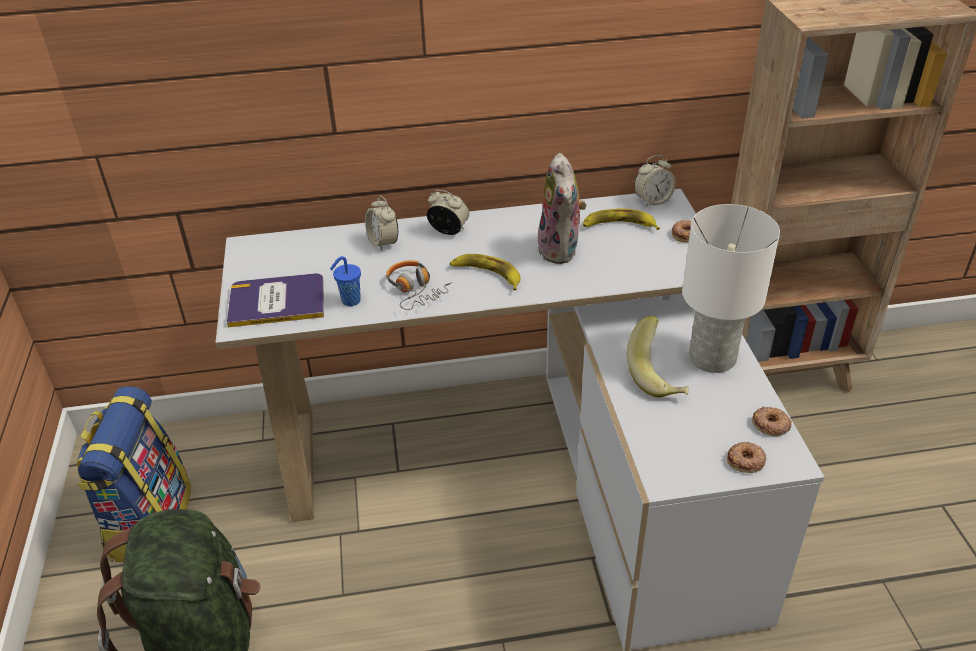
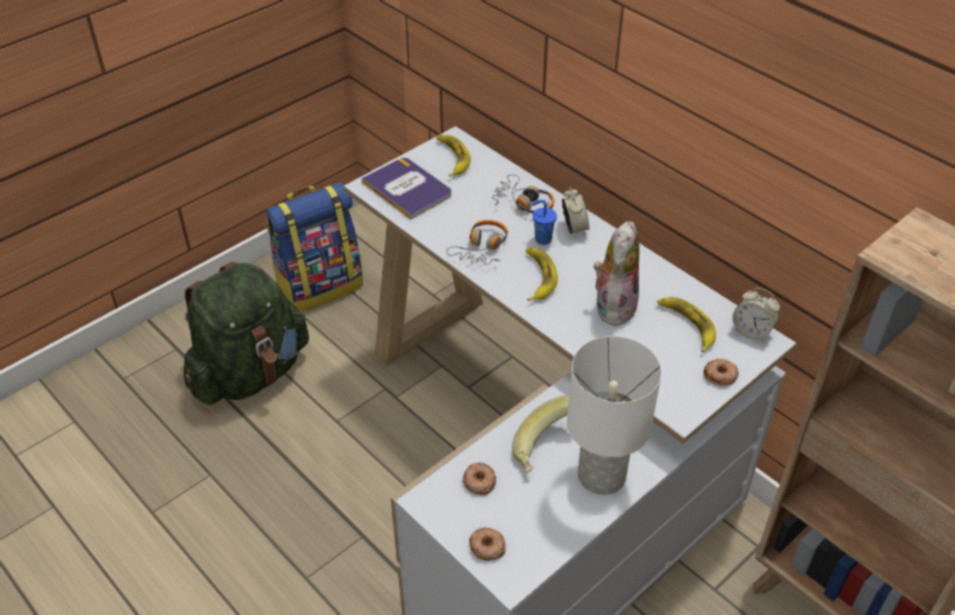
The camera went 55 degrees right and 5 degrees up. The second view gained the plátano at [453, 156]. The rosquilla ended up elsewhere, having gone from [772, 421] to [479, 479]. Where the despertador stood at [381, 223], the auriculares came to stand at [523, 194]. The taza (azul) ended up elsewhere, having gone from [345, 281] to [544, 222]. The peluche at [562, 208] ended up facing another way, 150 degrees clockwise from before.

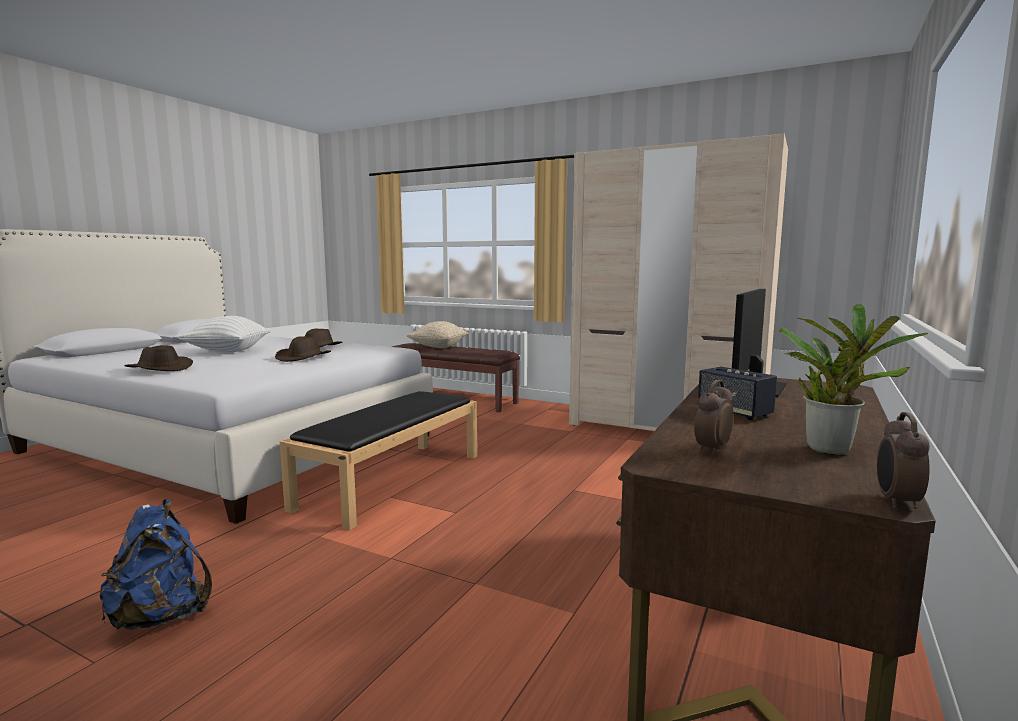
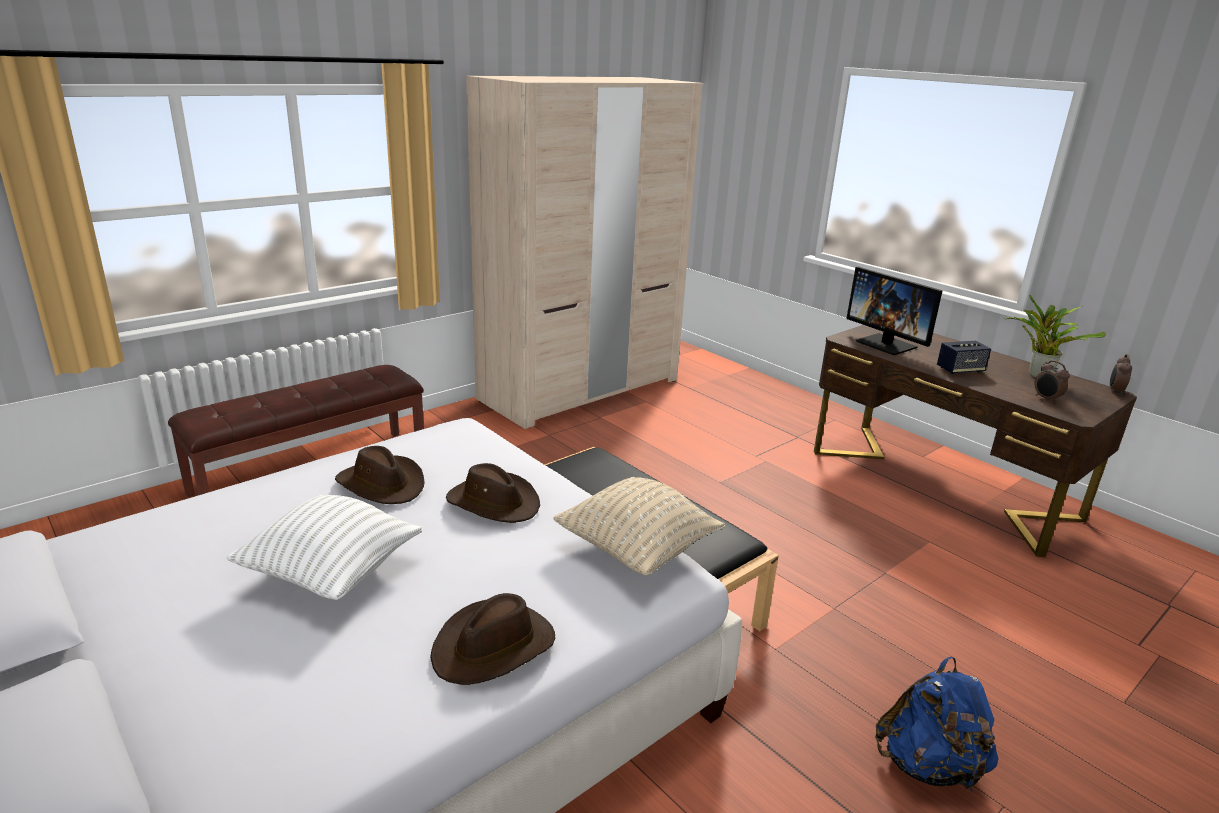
The camera went 70 degrees left and 15 degrees up. The cojín (beis) ended up elsewhere, having gone from [438, 334] to [639, 526]. The despertador at [903, 460] ended up facing another way, 75 degrees clockwise from before.

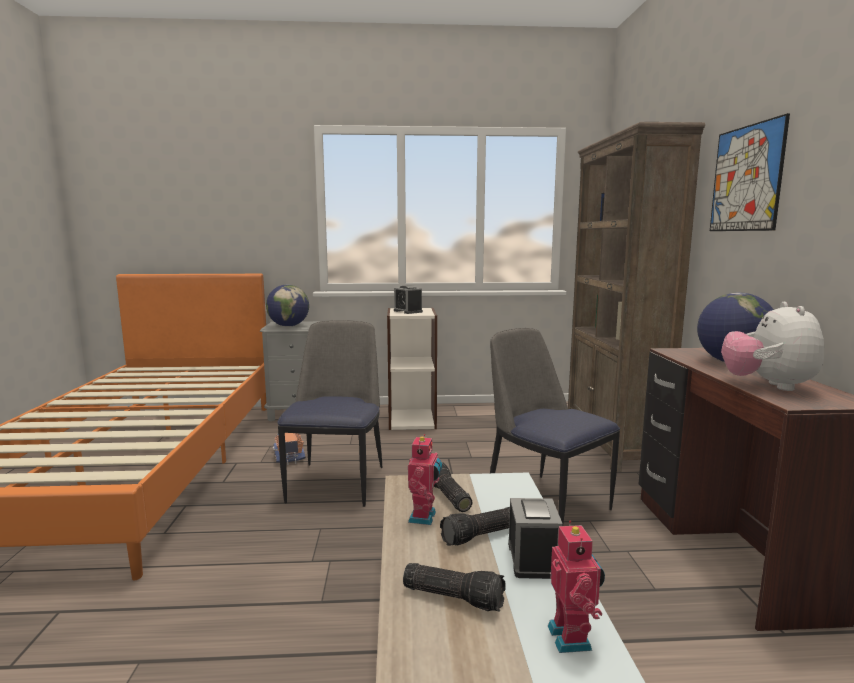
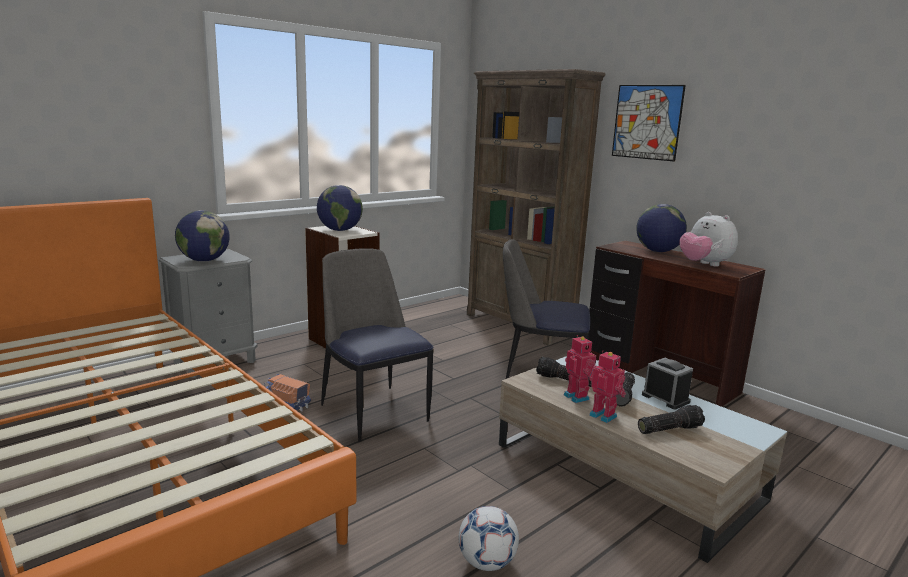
The camera went 40 degrees left and 5 degrees up. Where the despertador stood at [408, 299], the globo terráqueo came to stand at [340, 208]. The second view gained the balón de fútbol at [488, 538]. The robot de juguete ended up elsewhere, having gone from [576, 587] to [607, 386].

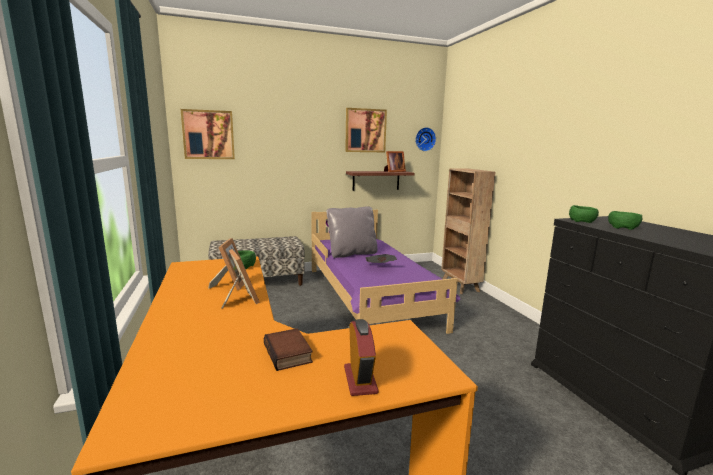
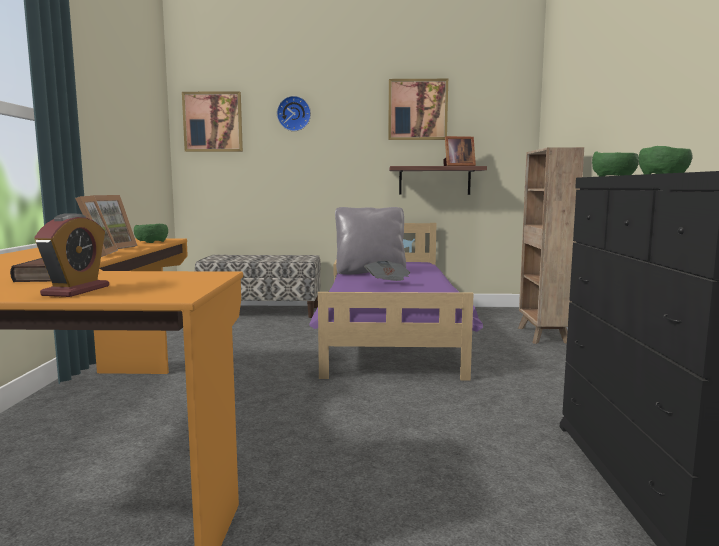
The camera went 20 degrees right and 5 degrees down. The reloj de pared ended up elsewhere, having gone from [425, 139] to [294, 113].

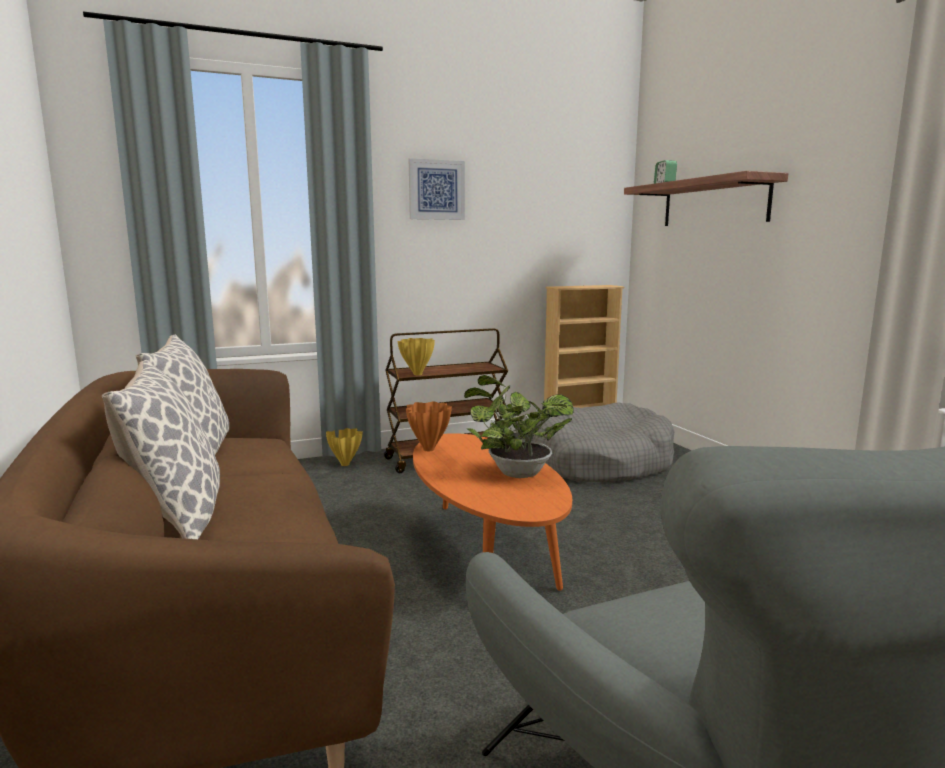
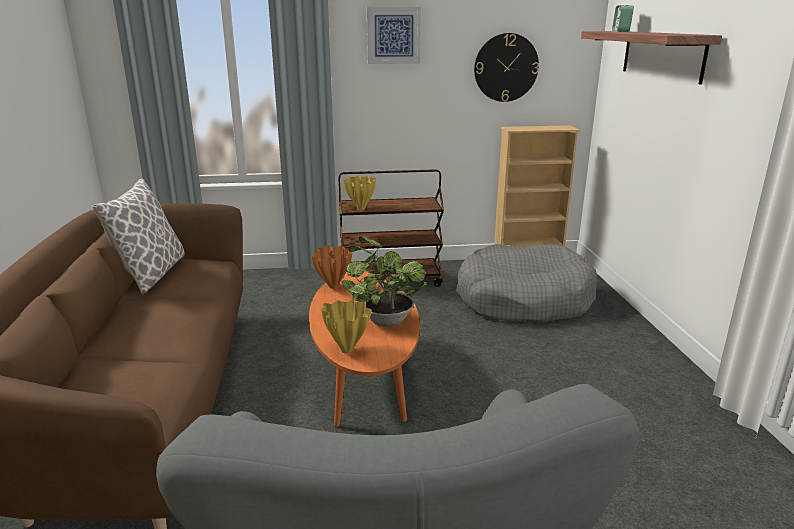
The camera went 15 degrees right and 10 degrees up. The florero (amarillo) ended up elsewhere, having gone from [344, 447] to [346, 326]. The second view gained the reloj de pared at [506, 67]. The second view lost the cojín at [161, 449].

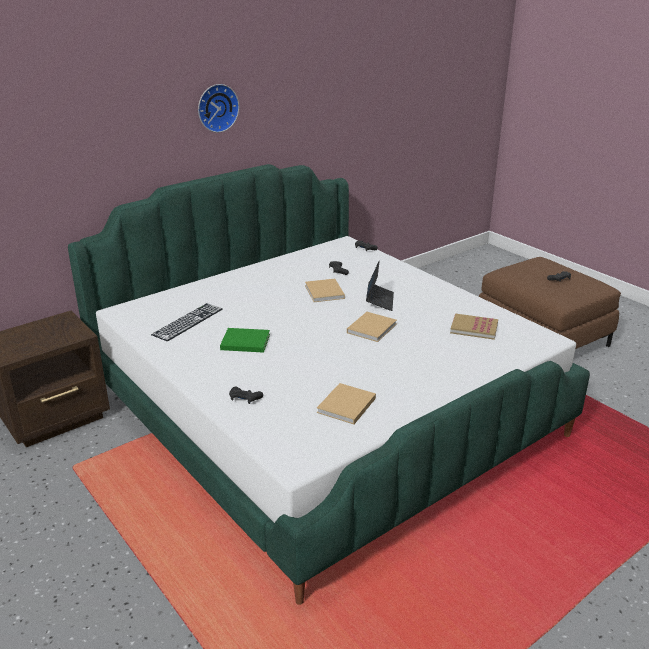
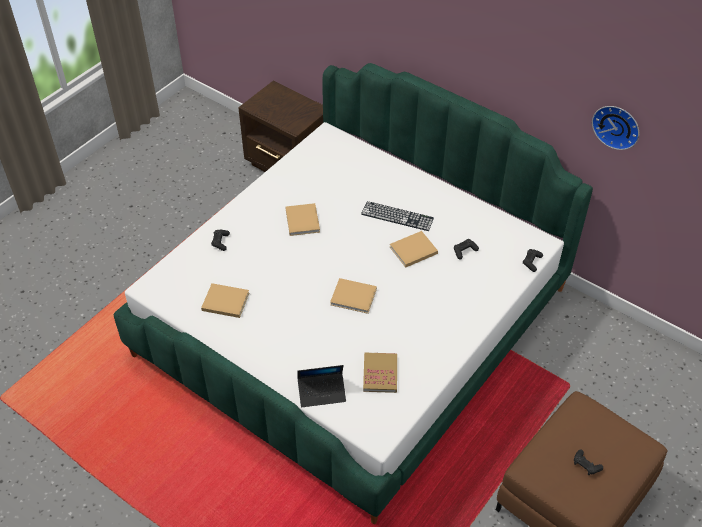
The camera went 75 degrees right and 20 degrees up. What was the libro (verde) at [245, 340] turned into the libro (beis) at [302, 219]. The portátil ended up elsewhere, having gone from [380, 285] to [321, 386]. The teclado ended up elsewhere, having gone from [186, 322] to [397, 216]. The reloj de pared ended up elsewhere, having gone from [218, 108] to [615, 128].

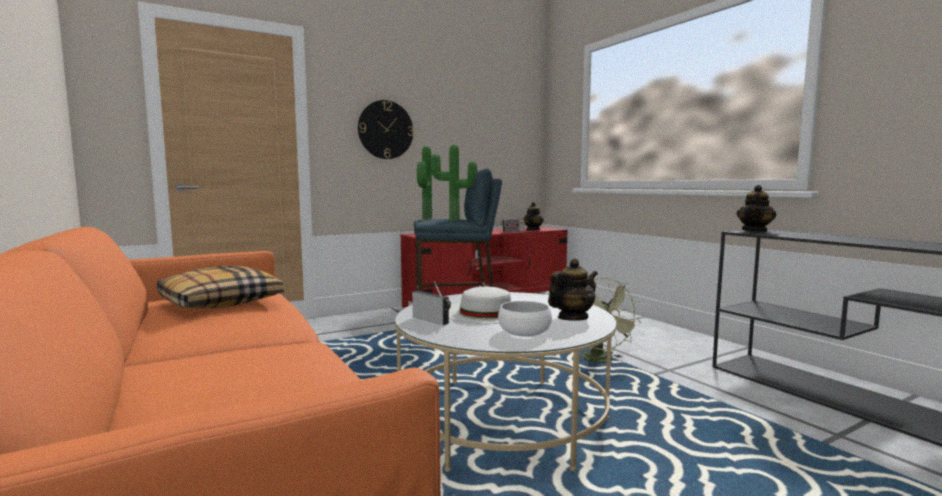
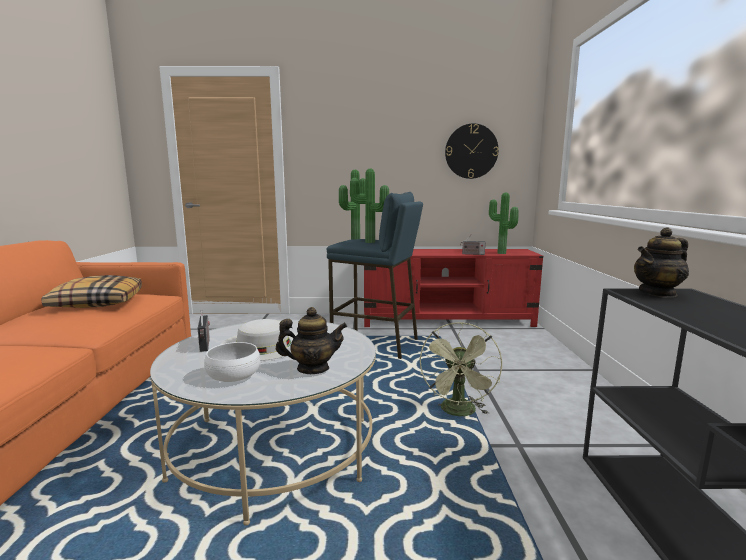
The camera went 30 degrees right and 5 degrees up. The reloj de pared ended up elsewhere, having gone from [386, 129] to [472, 151]. Where the tetera stood at [533, 216], the planta en maceta came to stand at [504, 223].

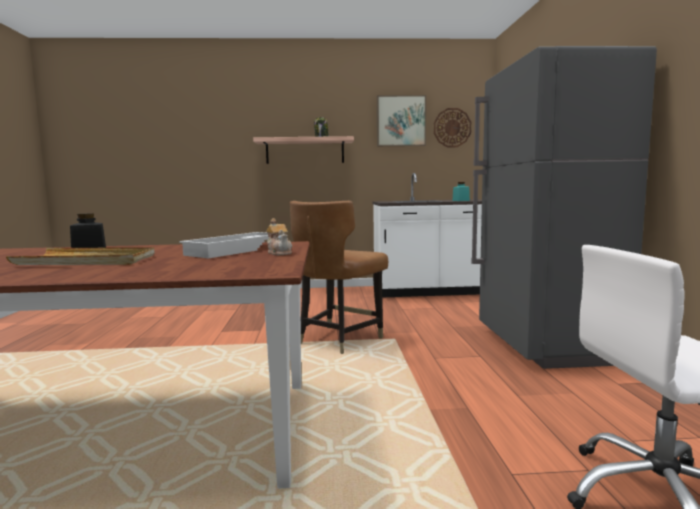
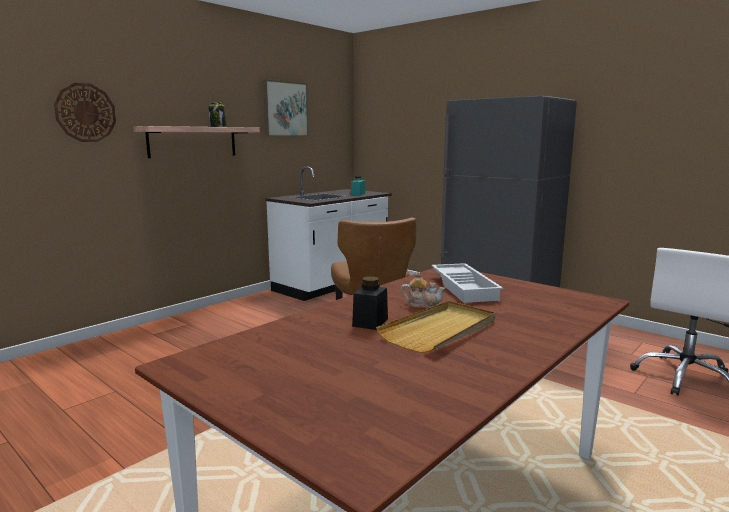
The camera went 45 degrees left and 5 degrees up. The reloj de pared ended up elsewhere, having gone from [453, 127] to [85, 112]. The tetera ended up elsewhere, having gone from [279, 236] to [423, 290].

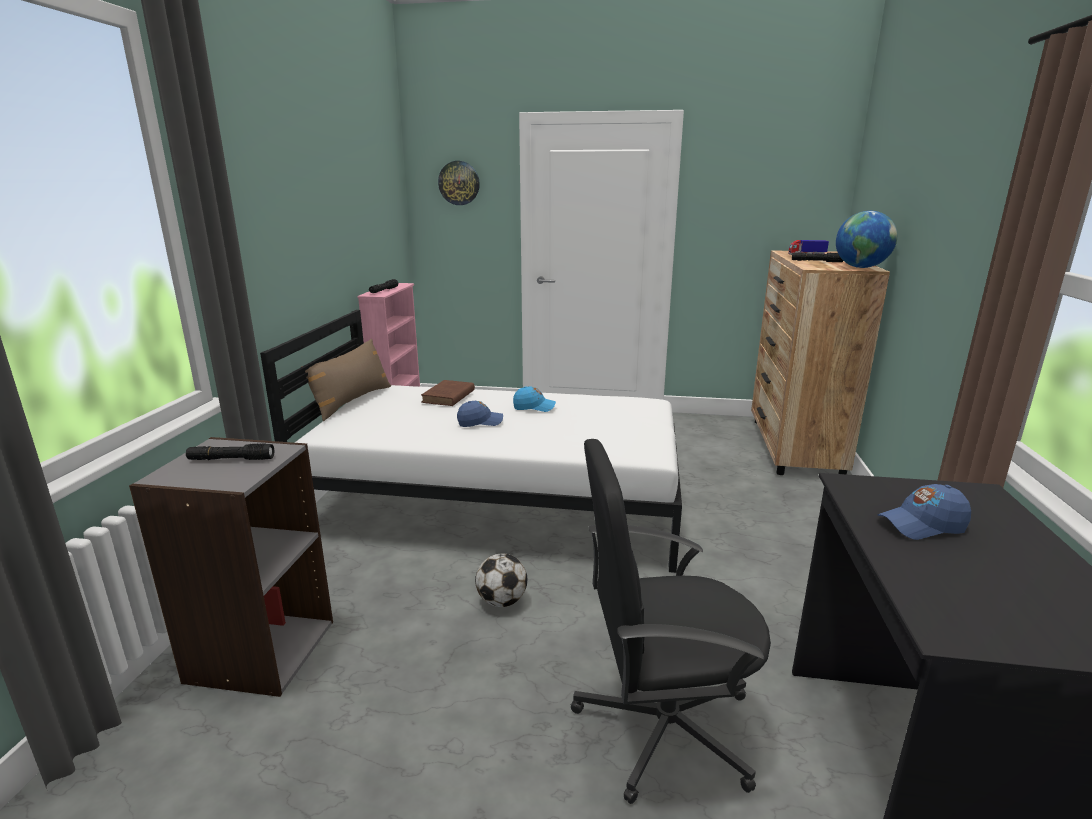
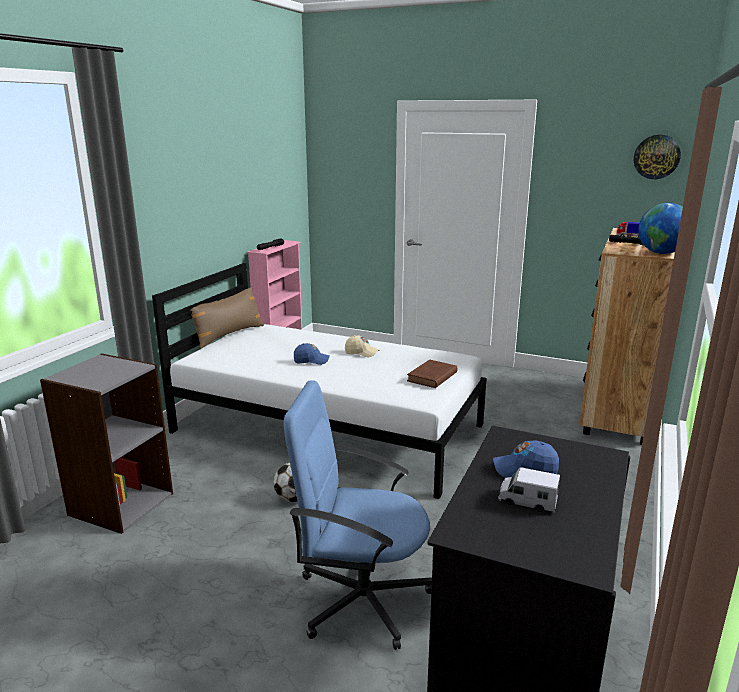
The camera went 15 degrees right and 0 degrees up. What was the silla de oficina (negro) at [671, 621] turned into the silla de oficina (azul) at [358, 515]. What was the gorra (azul) at [534, 399] turned into the gorra (beis) at [362, 346]. The libro (marrón) ended up elsewhere, having gone from [448, 393] to [432, 374]. The second view gained the camión de juguete at [529, 490]. The reloj de pared ended up elsewhere, having gone from [459, 183] to [657, 157]. The second view lost the linterna (negro) at [230, 451].

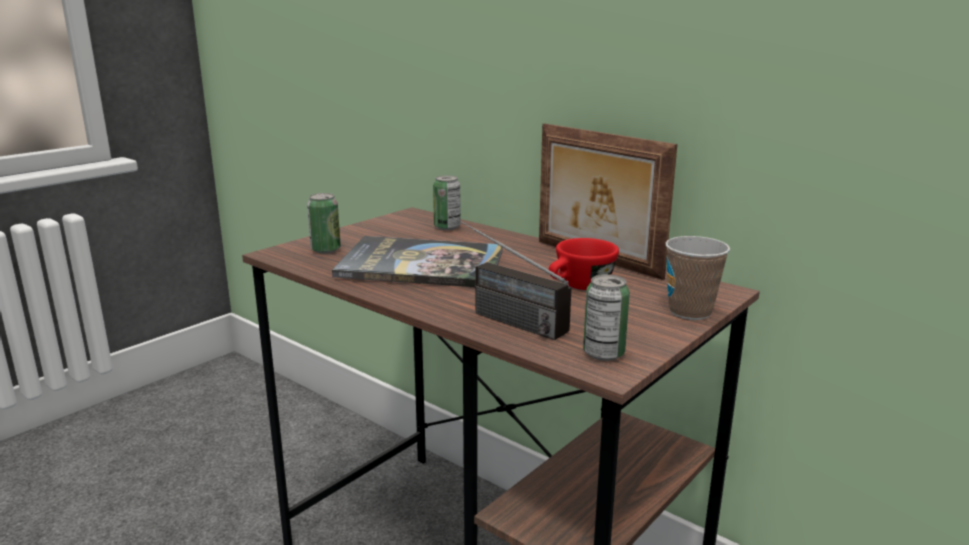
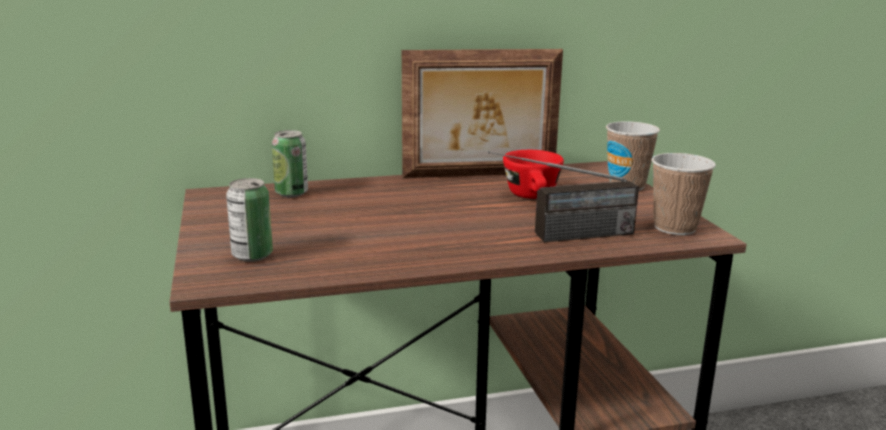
The camera went 55 degrees left and 0 degrees up. Where the lata stood at [606, 317], the taza came to stand at [683, 194]. The second view lost the libro at [417, 261].

